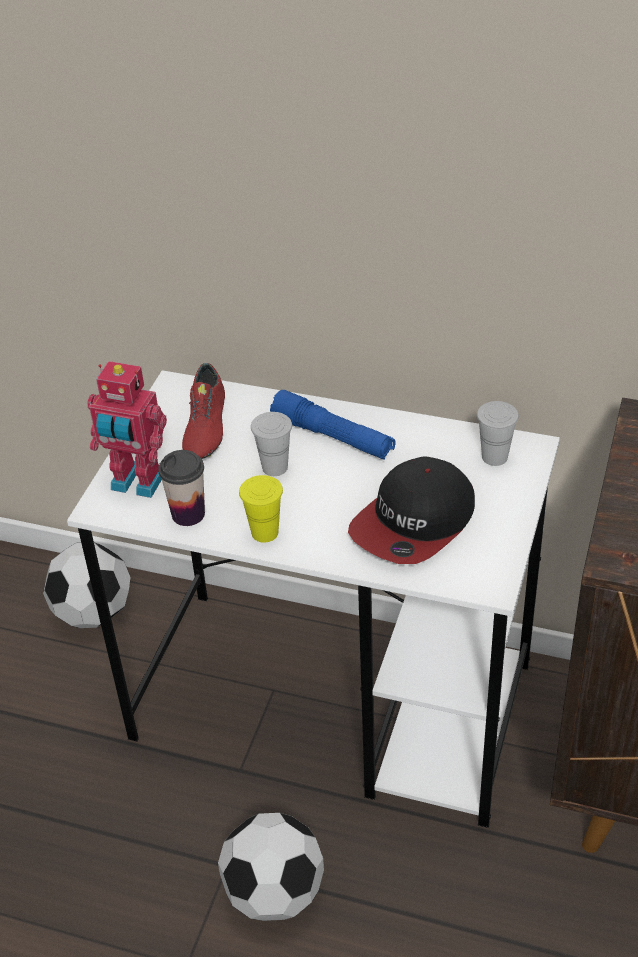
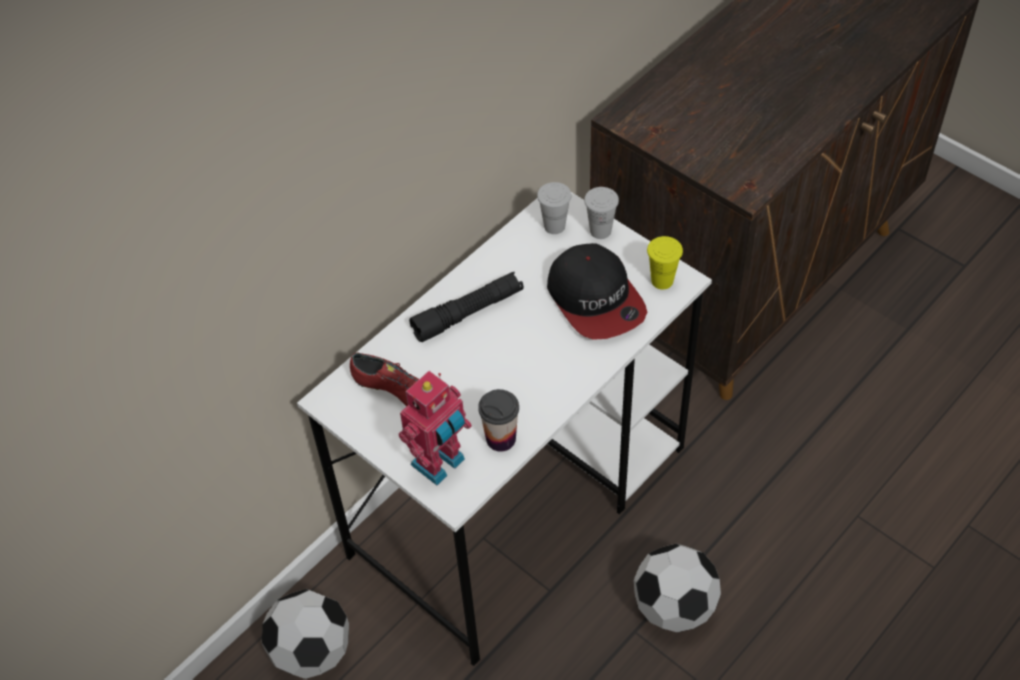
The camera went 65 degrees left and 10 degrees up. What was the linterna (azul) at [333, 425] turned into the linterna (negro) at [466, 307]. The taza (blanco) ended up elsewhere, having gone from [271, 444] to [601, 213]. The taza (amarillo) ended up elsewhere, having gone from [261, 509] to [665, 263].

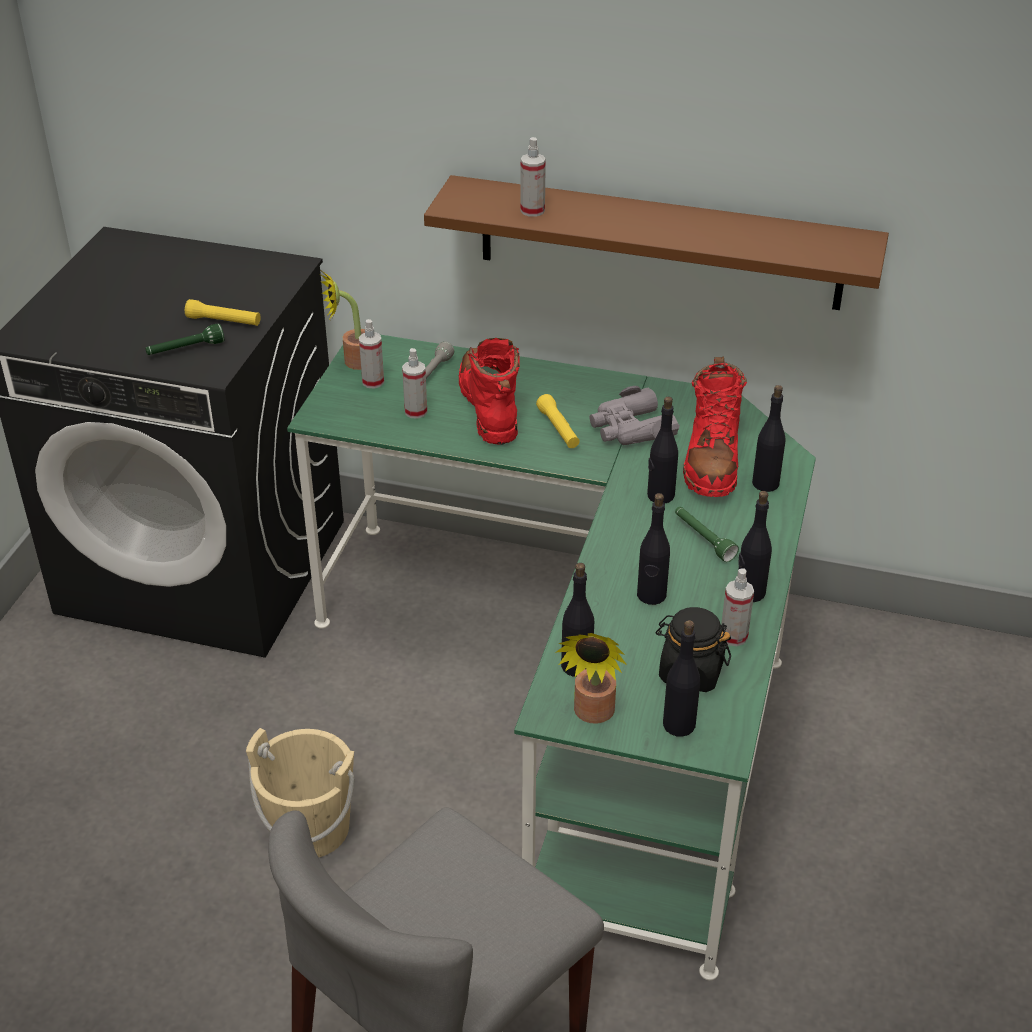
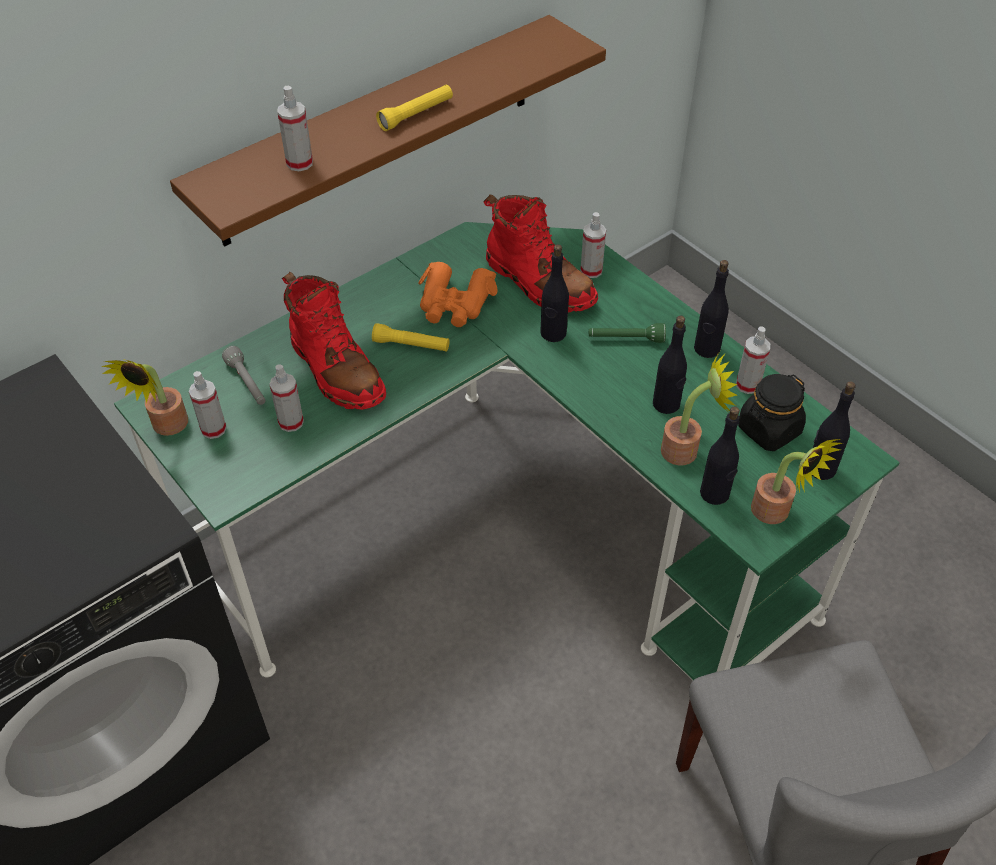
The camera went 55 degrees left and 10 degrees up. The bota (rojo) at [489, 391] ended up facing another way, 150 degrees counterclockwise from before. The linterna (amarillo) ended up elsewhere, having gone from [223, 312] to [414, 108]. What was the prismáticos (gris) at [634, 415] turned into the prismáticos (naranja) at [458, 294]. Where the botella (negro) stood at [768, 438], the pulverizador came to stand at [593, 245]. The second view gained the planta en maceta at [699, 408]. The second view lost the linterna (verde) at [184, 339]. The second view lost the cubo (beis) at [300, 792].

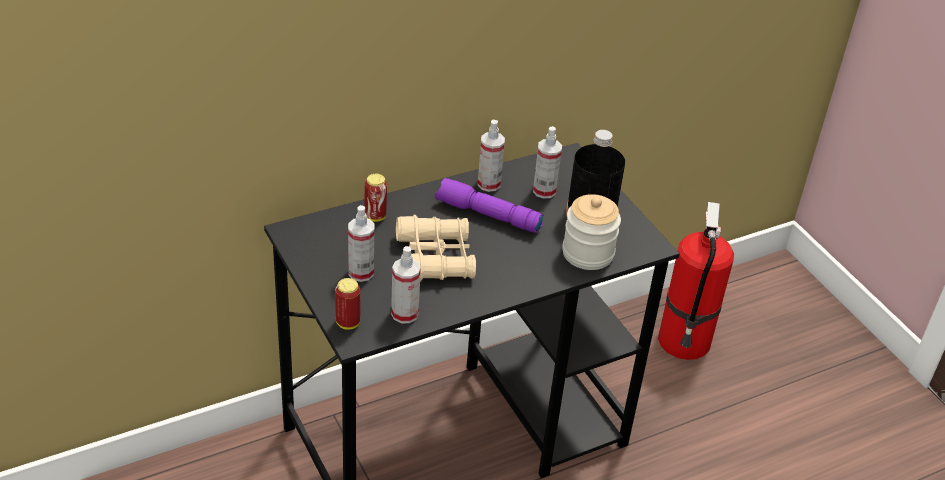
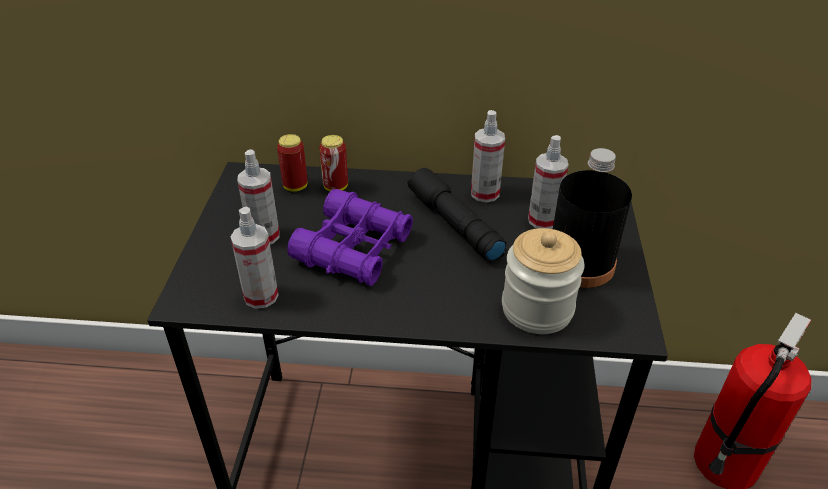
The camera went 35 degrees right and 0 degrees up. The lata ended up elsewhere, having gone from [347, 304] to [292, 163]. What was the prismáticos (beis) at [436, 248] turned into the prismáticos (morado) at [350, 237]. What was the linterna (morado) at [489, 205] turned into the linterna (negro) at [456, 215].

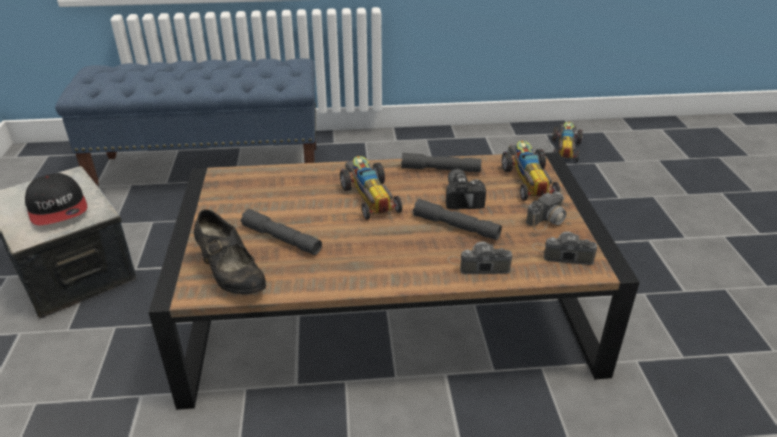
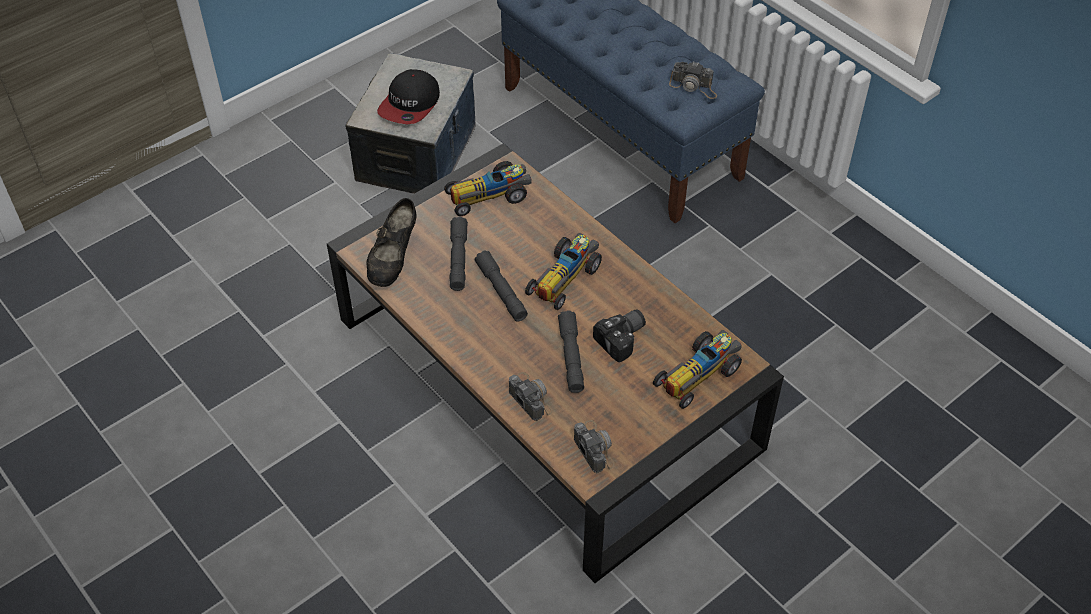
The camera went 55 degrees right and 15 degrees up. The coche de juguete ended up elsewhere, having gone from [567, 142] to [488, 188]. The linterna (gris) ended up elsewhere, having gone from [441, 162] to [501, 286]. The cámara ended up elsewhere, having gone from [553, 212] to [693, 80].

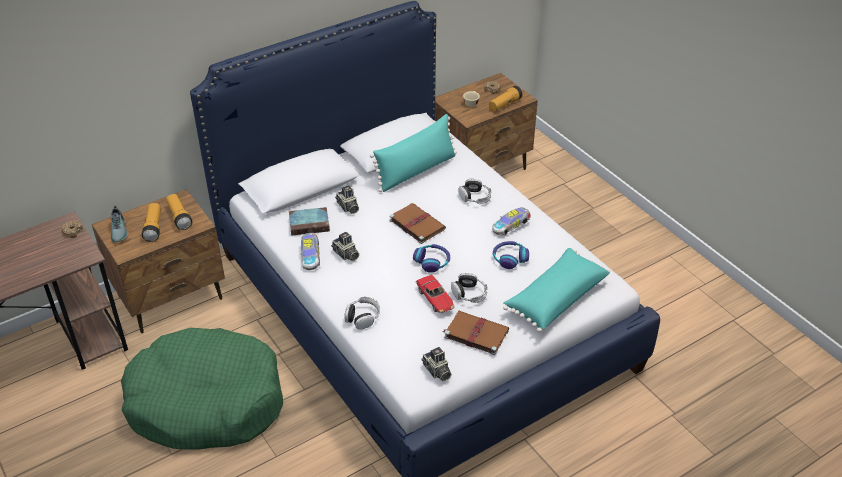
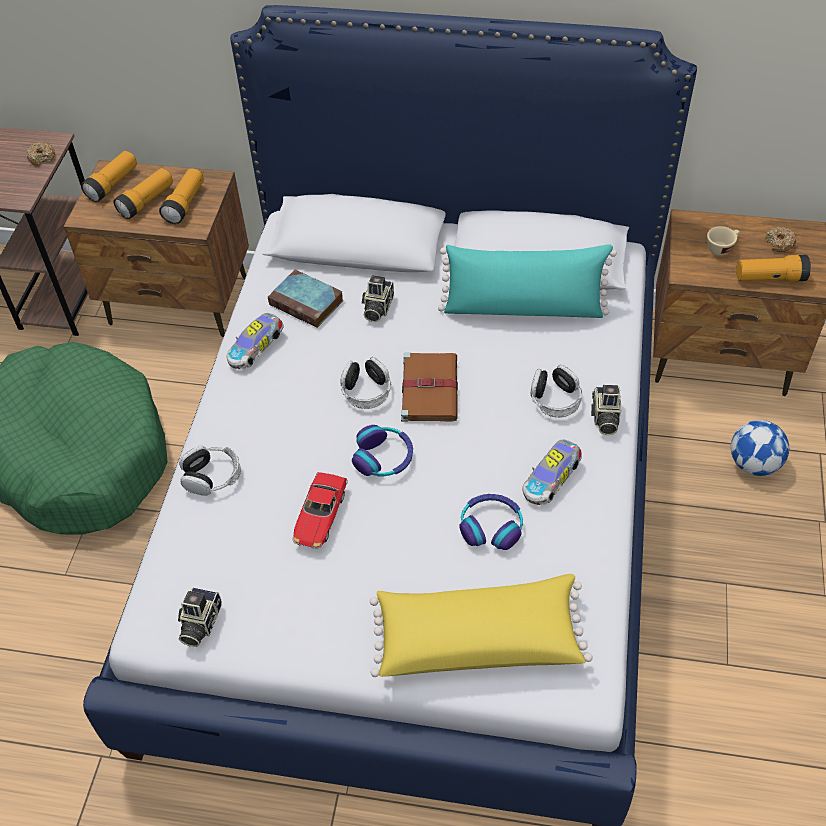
The camera went 45 degrees right and 10 degrees up. Where the zapato stood at [119, 224], the linterna came to stand at [109, 176]. The auriculares ended up elsewhere, having gone from [469, 288] to [365, 383]. What was the cojín (turquesa) at [556, 290] turned into the cojín (amarillo) at [481, 625]. The coche de juguete at [511, 221] ended up facing another way, 60 degrees counterclockwise from before. The cámara ended up elsewhere, having gone from [345, 246] to [606, 410]. The second view gained the balón de fútbol at [760, 448]. The second view lost the libro (marrón) at [475, 333].

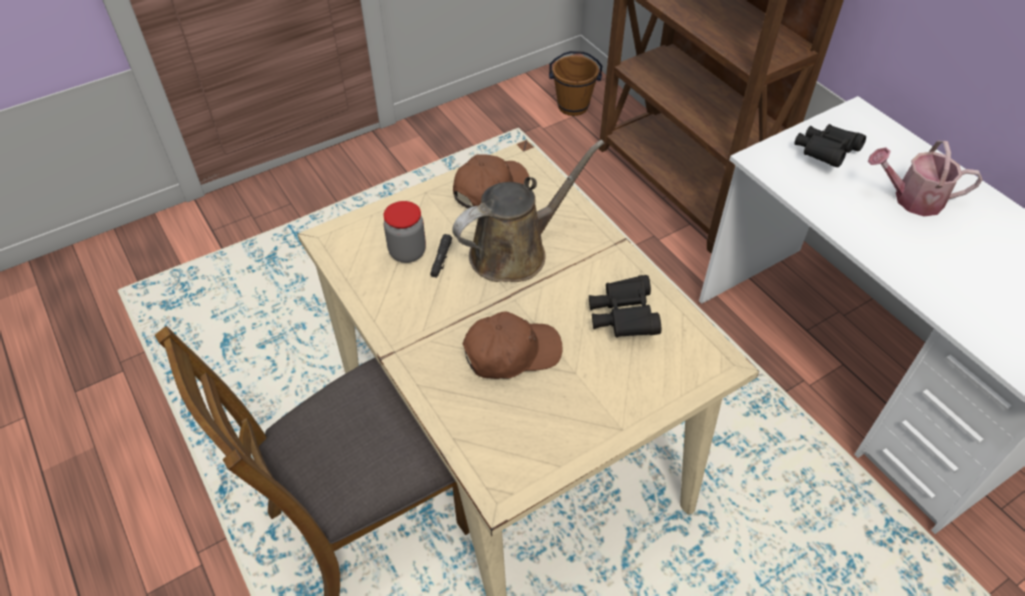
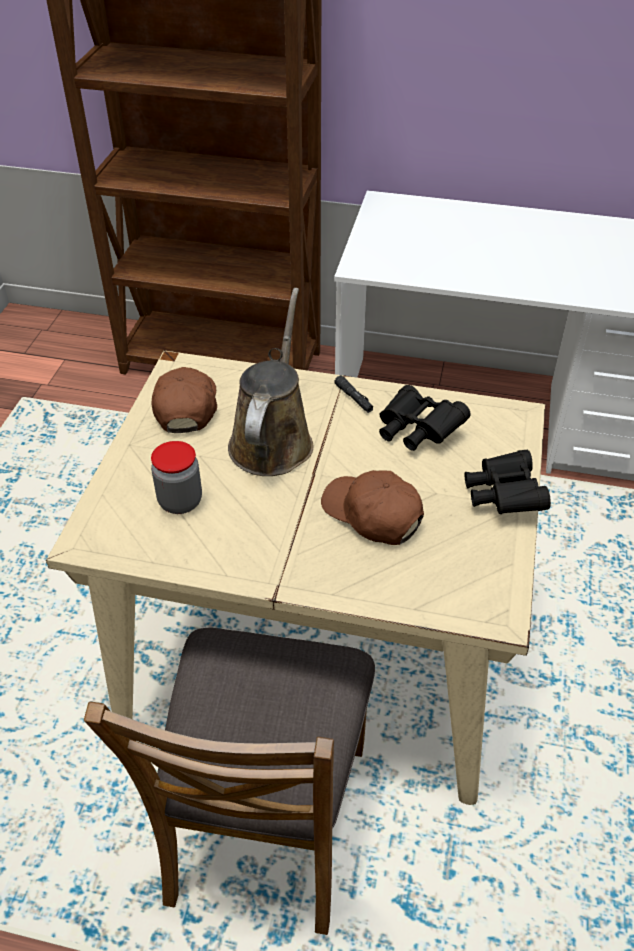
The camera went 45 degrees left and 5 degrees down. The gorra (marrón) at [513, 345] ended up facing another way, 75 degrees counterclockwise from before. The linterna (negro) ended up elsewhere, having gone from [441, 256] to [353, 394]. The prismáticos (negro) ended up elsewhere, having gone from [830, 145] to [508, 482]. The second view lost the cubo (marrón) at [575, 83]. The second view lost the regadera at [925, 178].

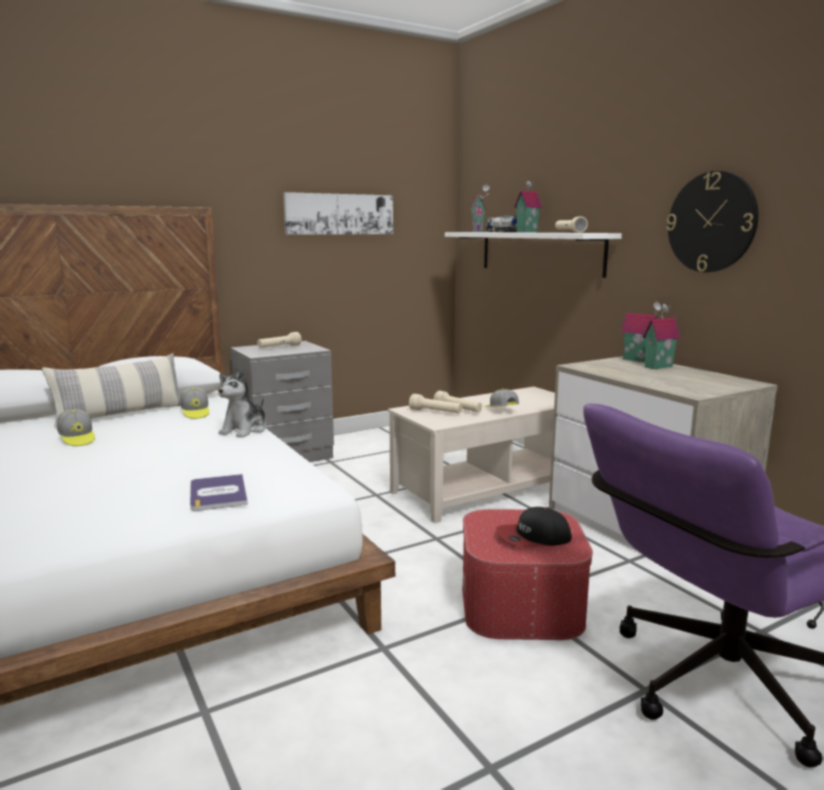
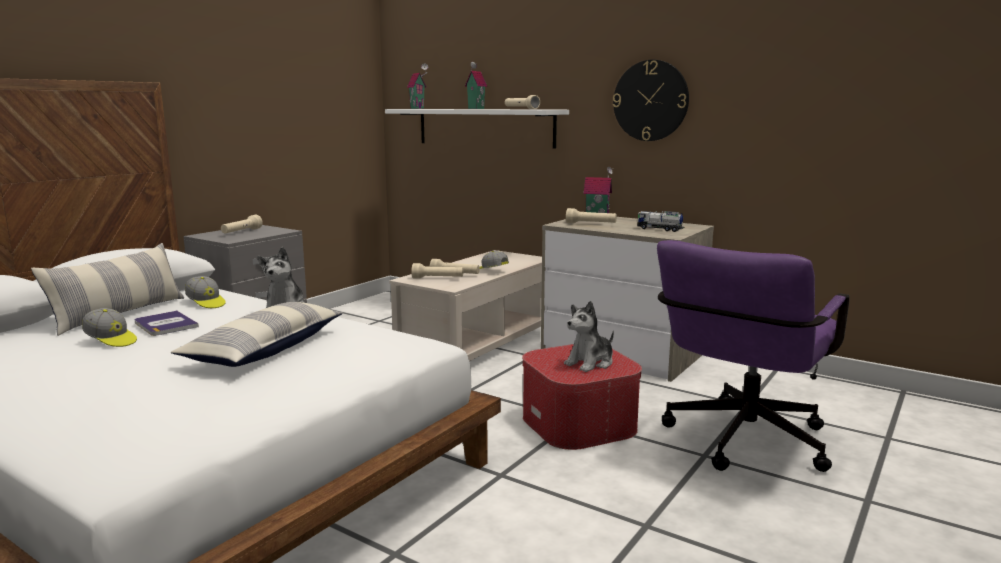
The camera went 25 degrees left and 0 degrees up. The libro ended up elsewhere, having gone from [219, 492] to [166, 323]. The second view gained the cojín at [257, 334]. Where the gorra stood at [534, 526], the peluche came to stand at [589, 336]. The second view gained the linterna (beis) at [591, 215]. The camión de juguete ended up elsewhere, having gone from [501, 224] to [660, 221]. The second view lost the cuadro at [338, 213]. The second view lost the casita at [661, 336].

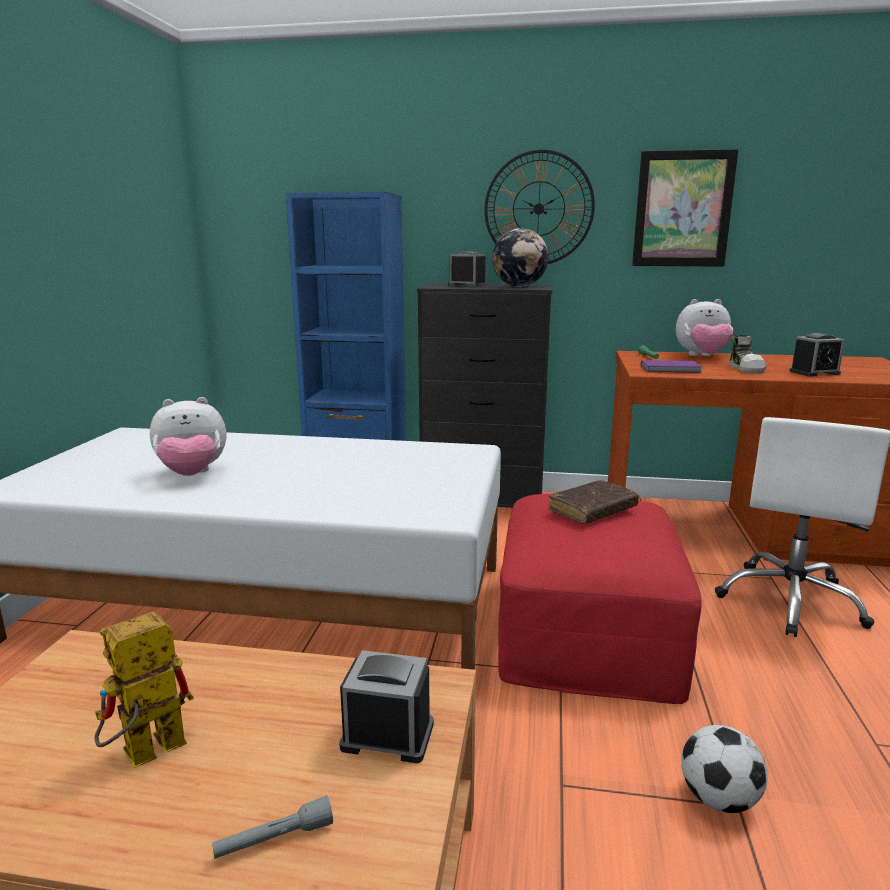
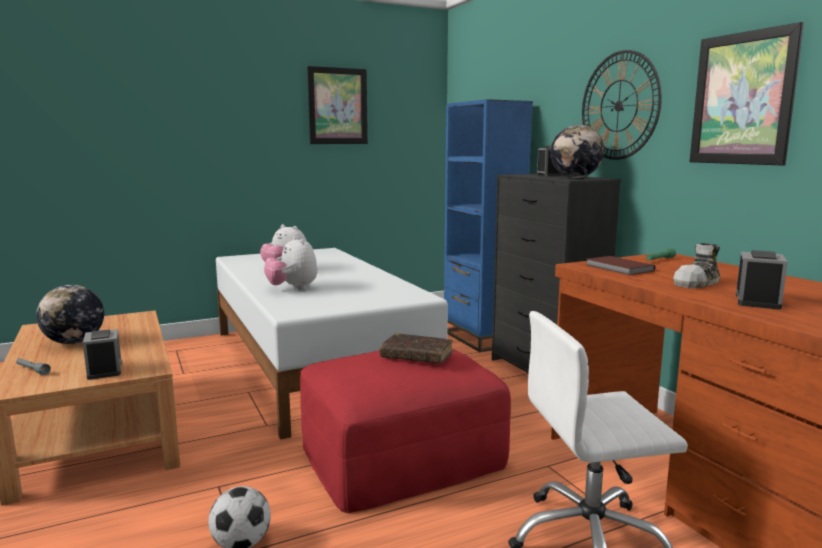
The camera went 55 degrees right and 5 degrees down. Where the robot de juguete stood at [144, 689], the globo terráqueo came to stand at [70, 314]. The peluche ended up elsewhere, having gone from [704, 327] to [291, 263]. The second view gained the cuadro at [337, 105]. What was the libro (morado) at [671, 366] turned into the libro (marrón) at [621, 265]. The despertador at [817, 355] ended up facing another way, 105 degrees counterclockwise from before.

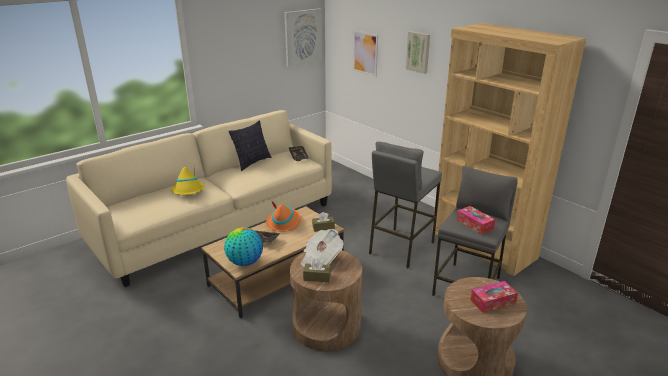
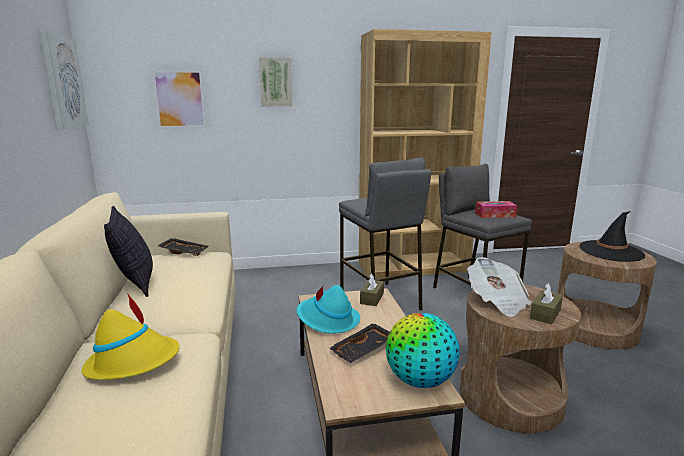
The camera went 60 degrees left and 10 degrees down. What was the sombrero (naranja) at [283, 217] turned into the sombrero (turquesa) at [328, 309]. Where the caja de pañuelos stood at [494, 297], the sombrero (negro) came to stand at [612, 236].

